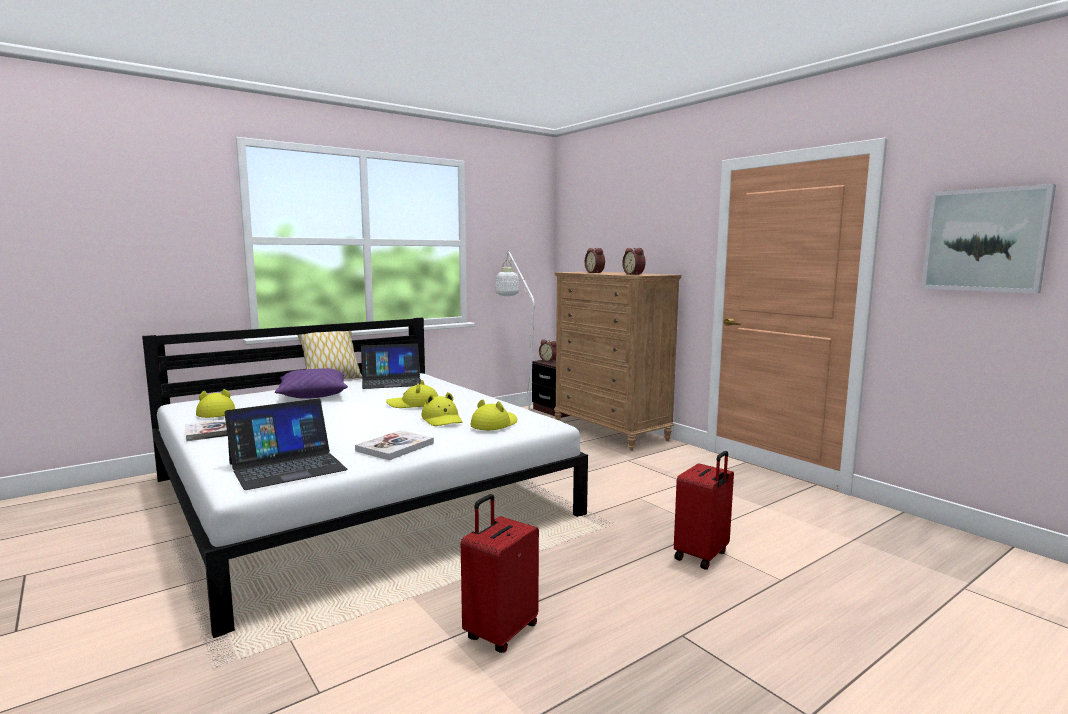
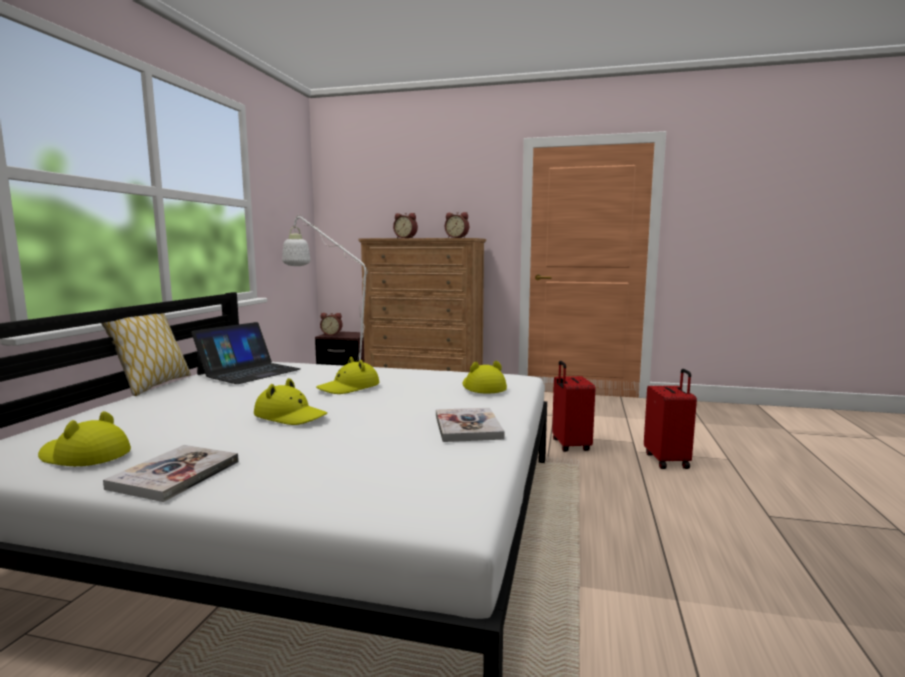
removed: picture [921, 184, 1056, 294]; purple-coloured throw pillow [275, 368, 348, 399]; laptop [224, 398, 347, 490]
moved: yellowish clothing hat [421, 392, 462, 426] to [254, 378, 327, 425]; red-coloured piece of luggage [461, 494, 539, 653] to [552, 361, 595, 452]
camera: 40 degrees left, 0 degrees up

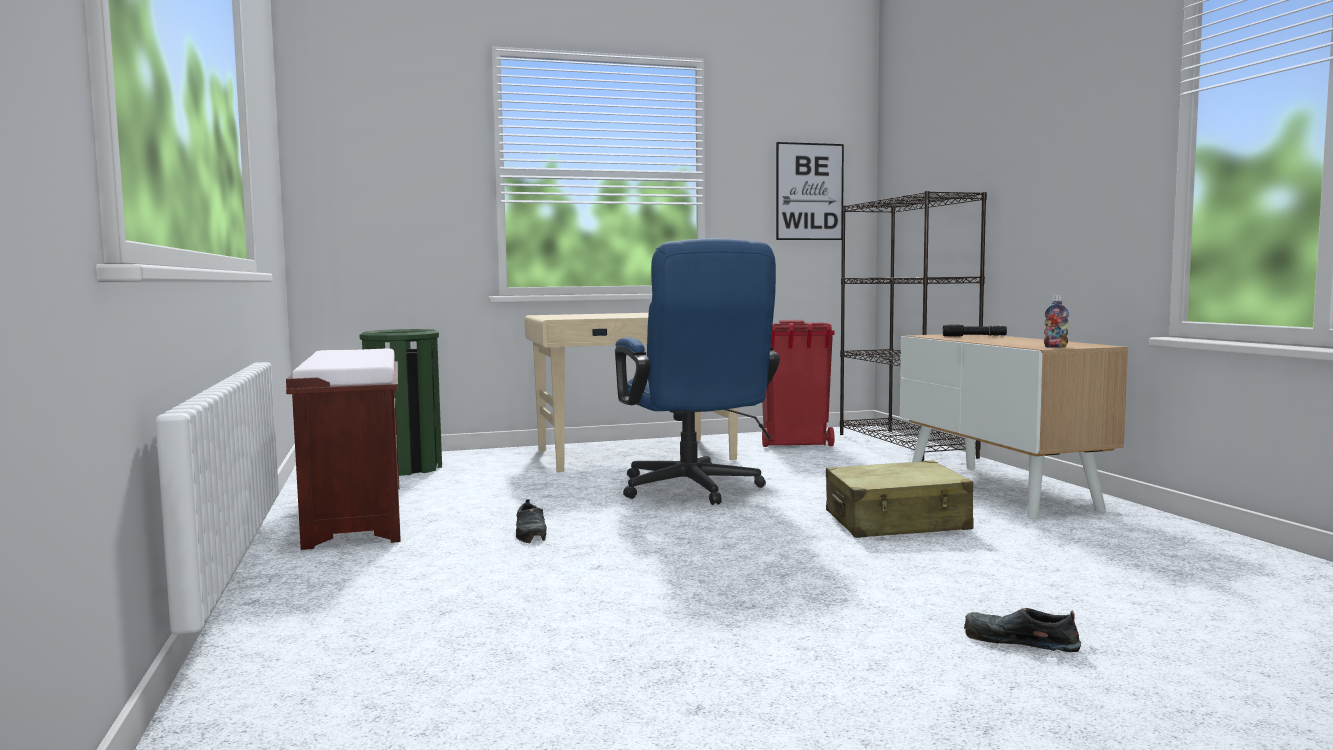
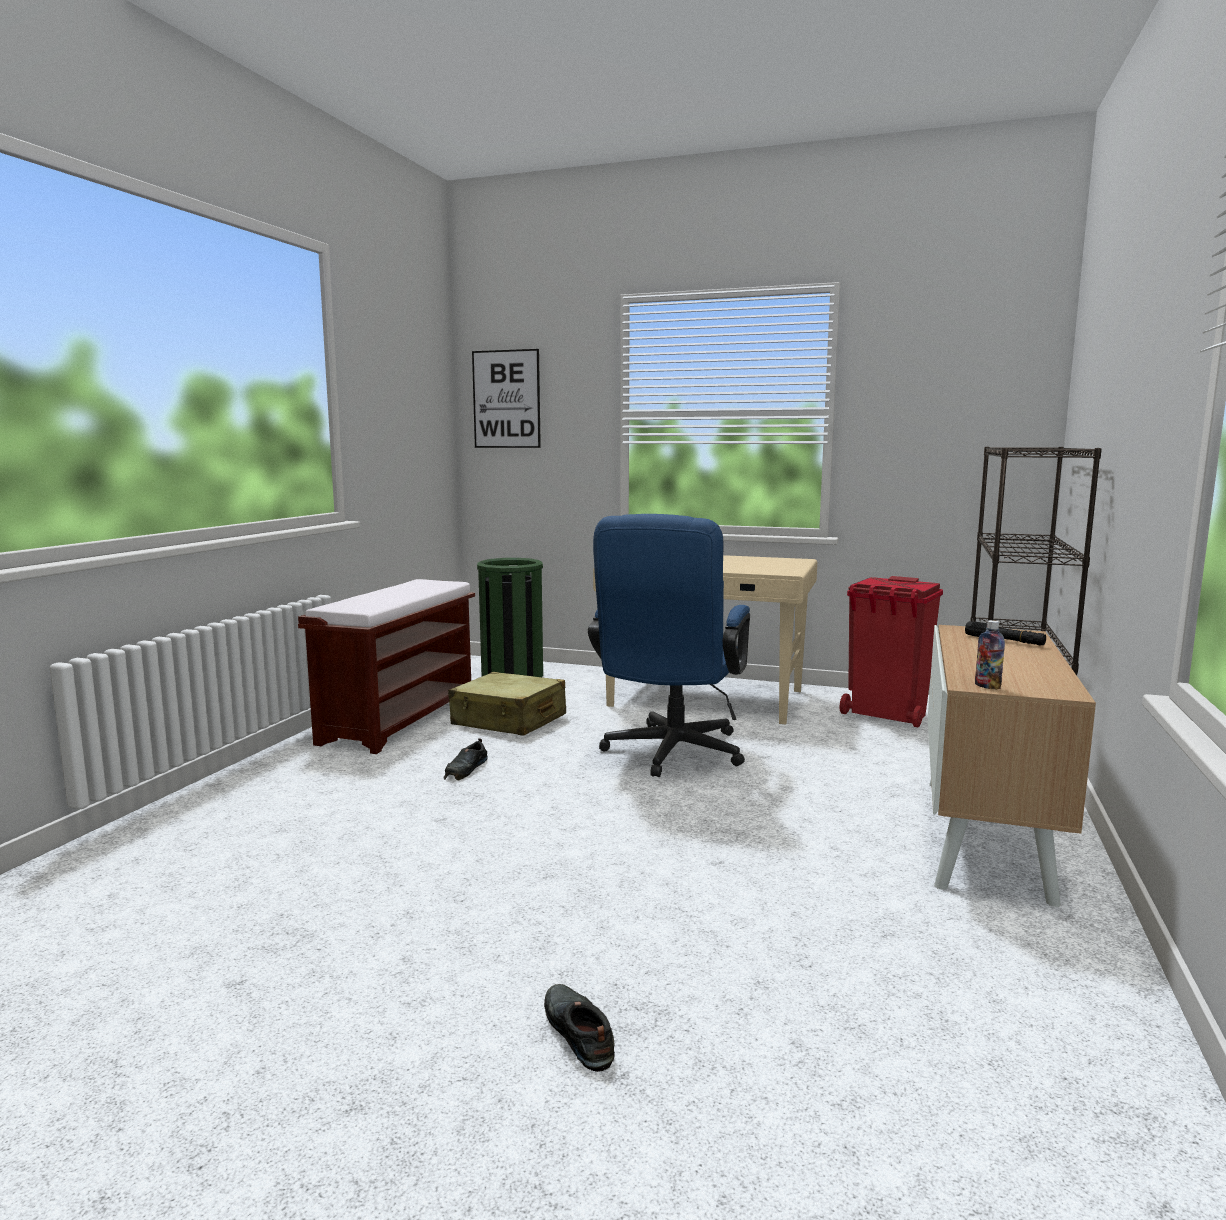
moved: picture [776, 142, 844, 240] to [472, 349, 541, 448]; beige-coloured piece of luggage [826, 461, 974, 538] to [448, 672, 566, 736]
camera: 35 degrees right, 5 degrees up

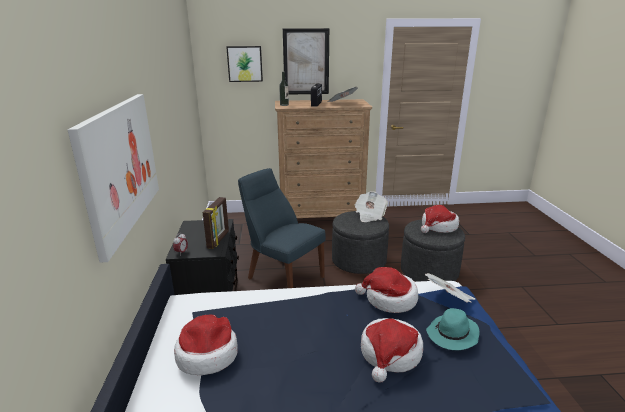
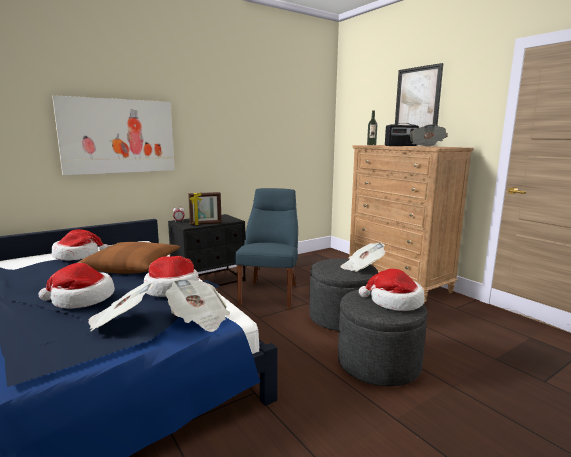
removed: picture [226, 46, 263, 82]
added: brown-coloured throw pillow [77, 242, 180, 274]
replaced: turquoise-coloured clothing hat [426, 308, 479, 350] to daily paper [89, 282, 153, 332]
camera: 60 degrees right, 10 degrees down

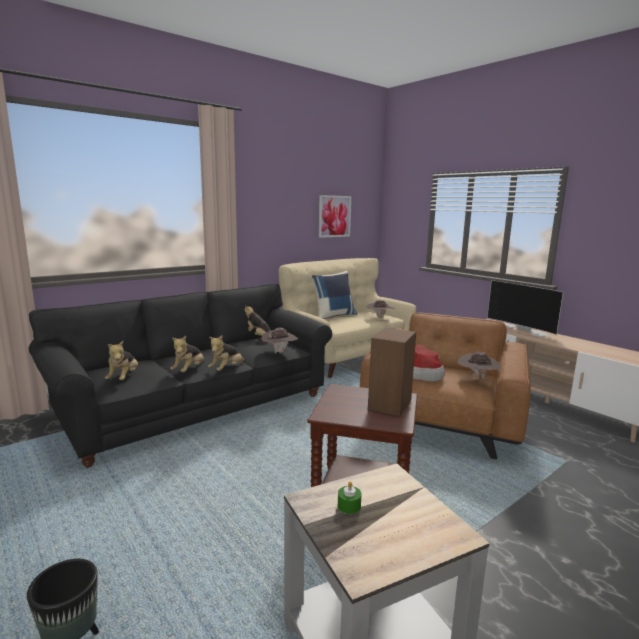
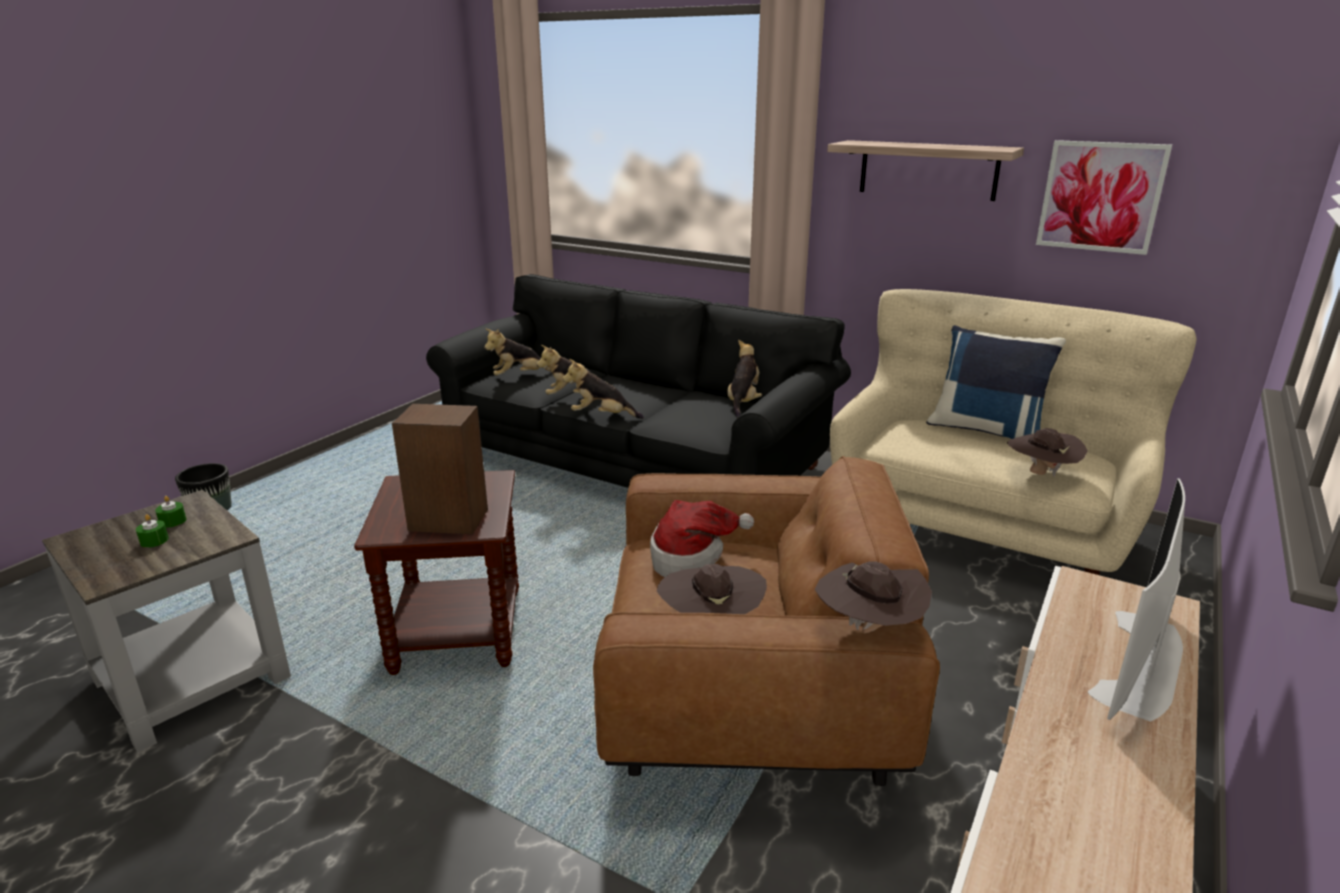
added: shelf [827, 140, 1024, 201]; greenish wax candle [136, 514, 169, 548]
moved: brown-coloured clothing hat [261, 328, 298, 354] to [815, 561, 932, 633]
camera: 70 degrees right, 10 degrees up

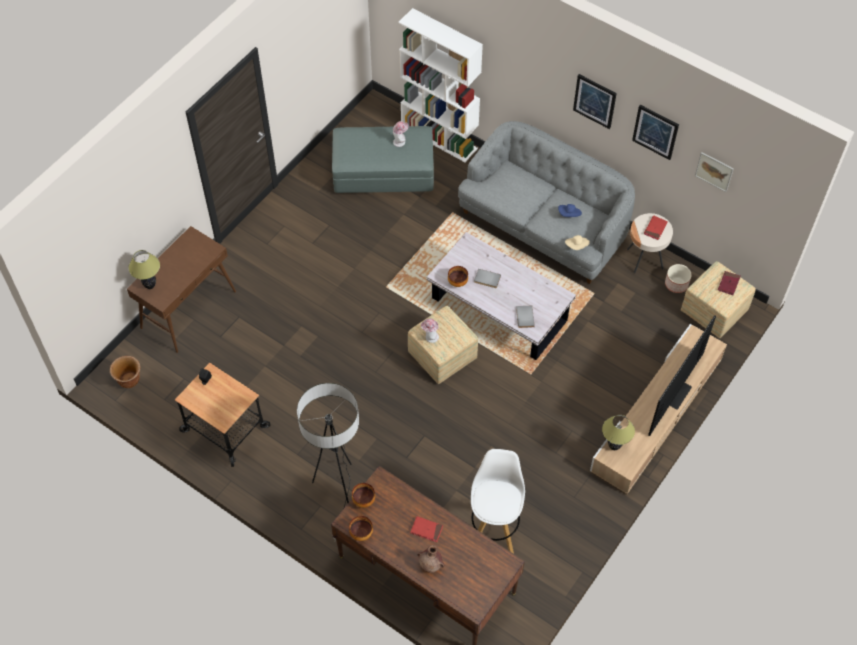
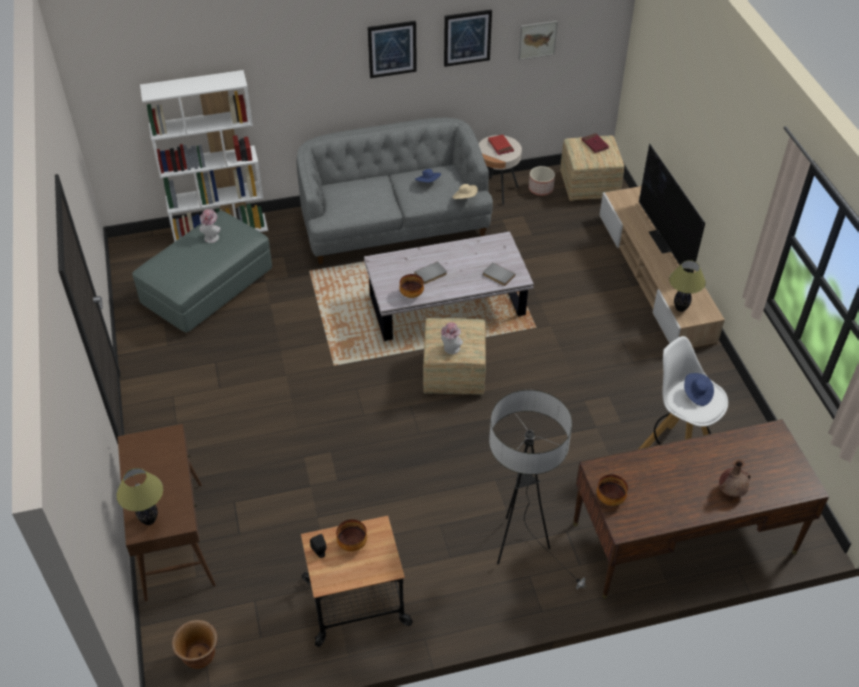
removed: red-coloured volume [410, 516, 443, 542]
added: blue-coloured clothing hat [684, 373, 714, 406]
moved: deep dish [349, 516, 373, 541] to [336, 519, 367, 552]
camera: 50 degrees left, 10 degrees down

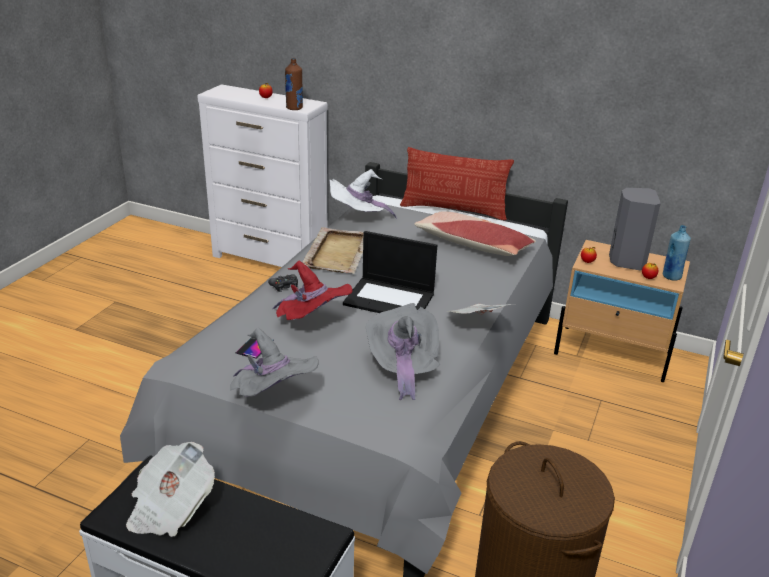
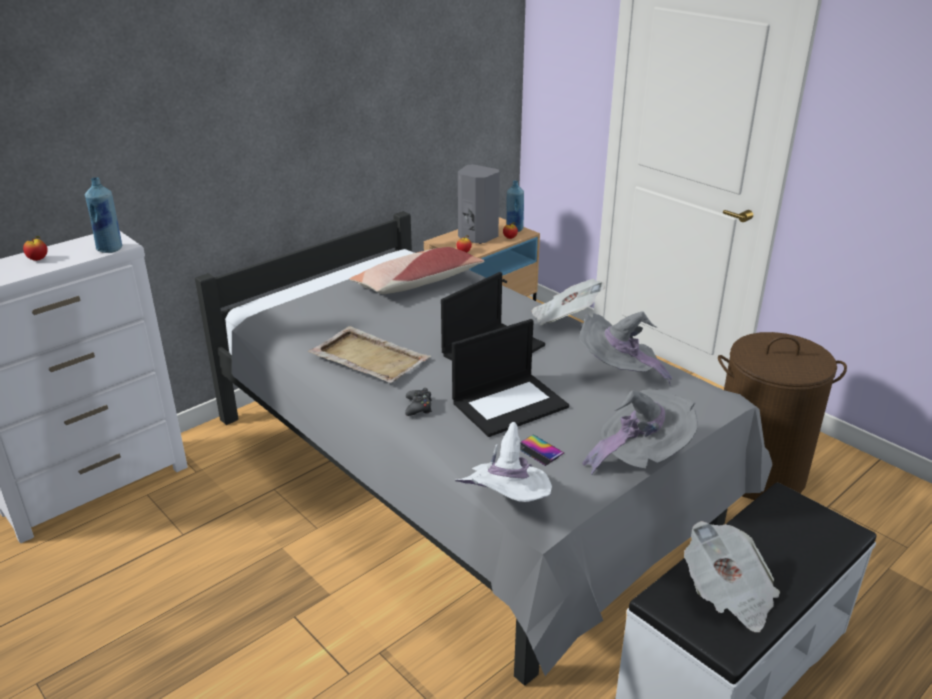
removed: throw pillow [400, 147, 514, 220]
moved: white clothing hat [329, 169, 397, 219] to [455, 422, 552, 502]
replaced: red-coloured clothing hat [272, 261, 353, 320] to laptop [452, 319, 569, 437]
recoloured: brown-coloured drink bottle [285, 58, 303, 110] to blue-coloured drink bottle [85, 177, 122, 253]
camera: 65 degrees left, 0 degrees up

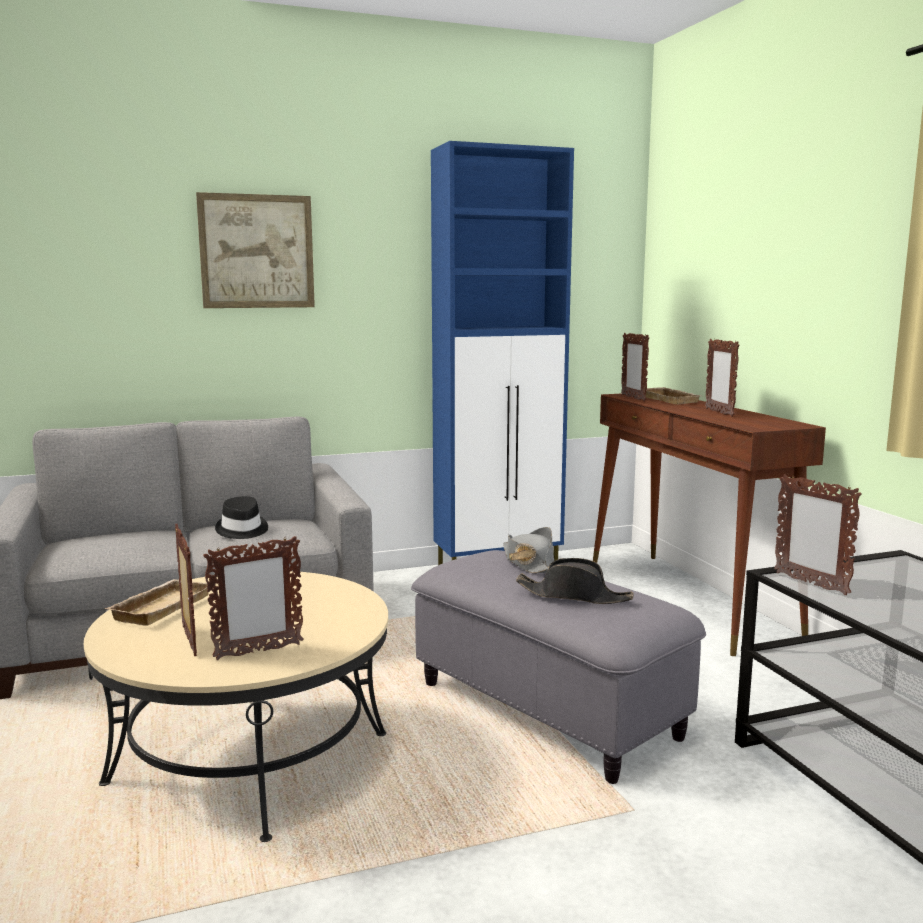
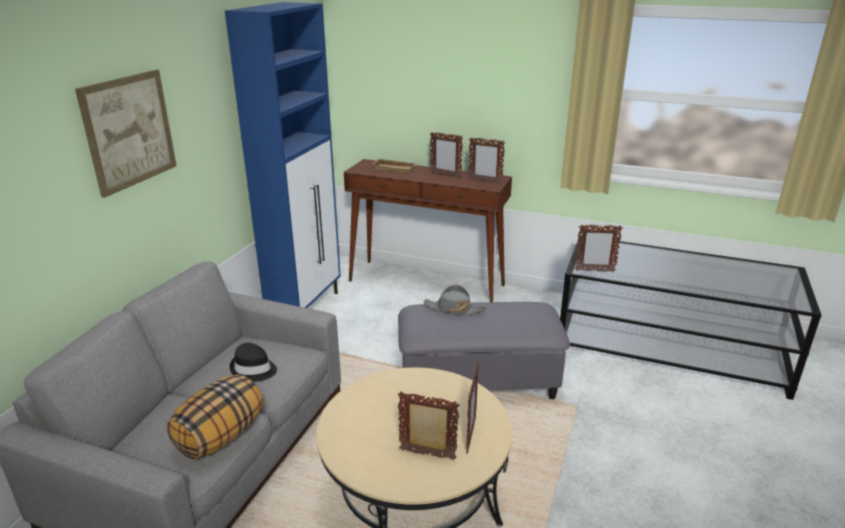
removed: black-coloured clothing hat [516, 558, 634, 604]; beige-coloured serving tray [104, 579, 209, 626]
added: throw pillow [166, 374, 263, 459]
moved: photo frame [621, 333, 649, 401] to [469, 137, 505, 184]
camera: 50 degrees left, 15 degrees up

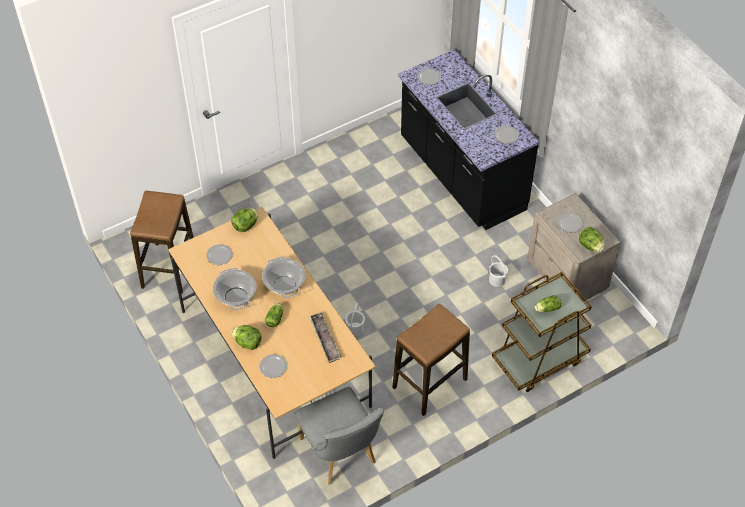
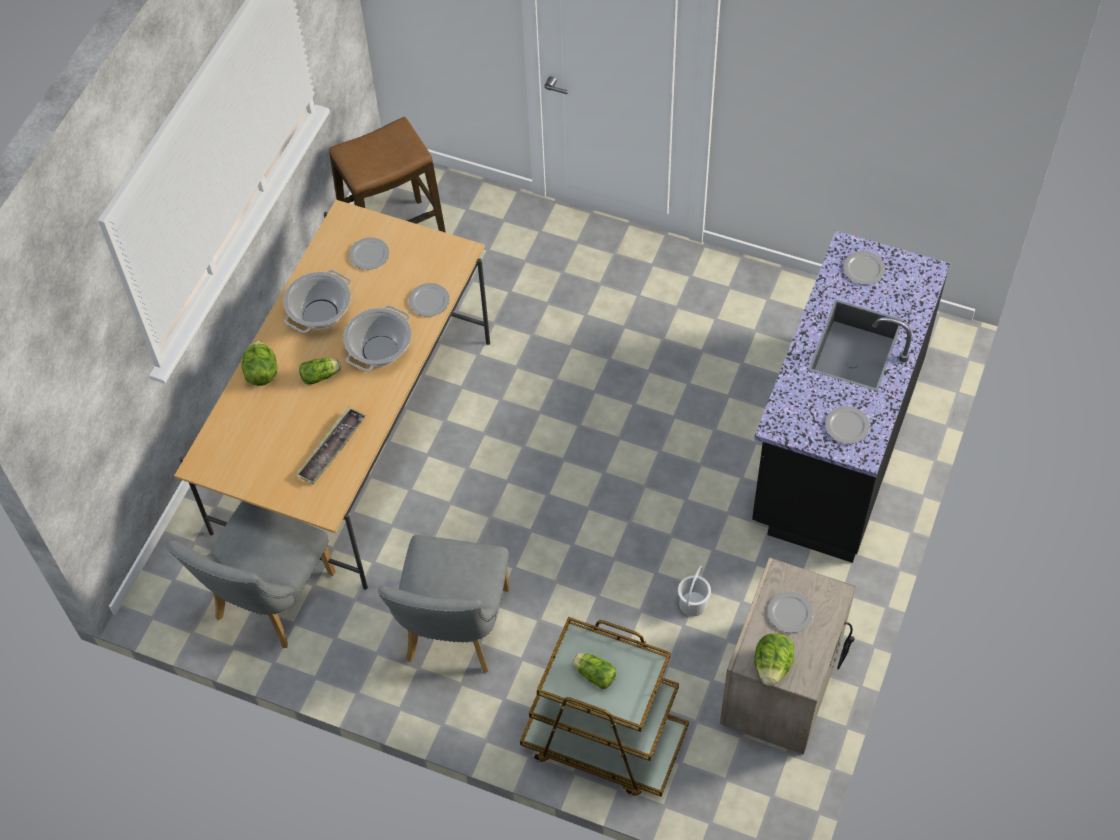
removed: head of lettuce [231, 208, 258, 232]; white bucket [345, 303, 365, 336]
moved: flat dish [259, 354, 287, 378] to [409, 283, 450, 317]
replaced: stool [392, 304, 470, 416] to grey chair [378, 535, 509, 673]
camera: 55 degrees right, 5 degrees up

